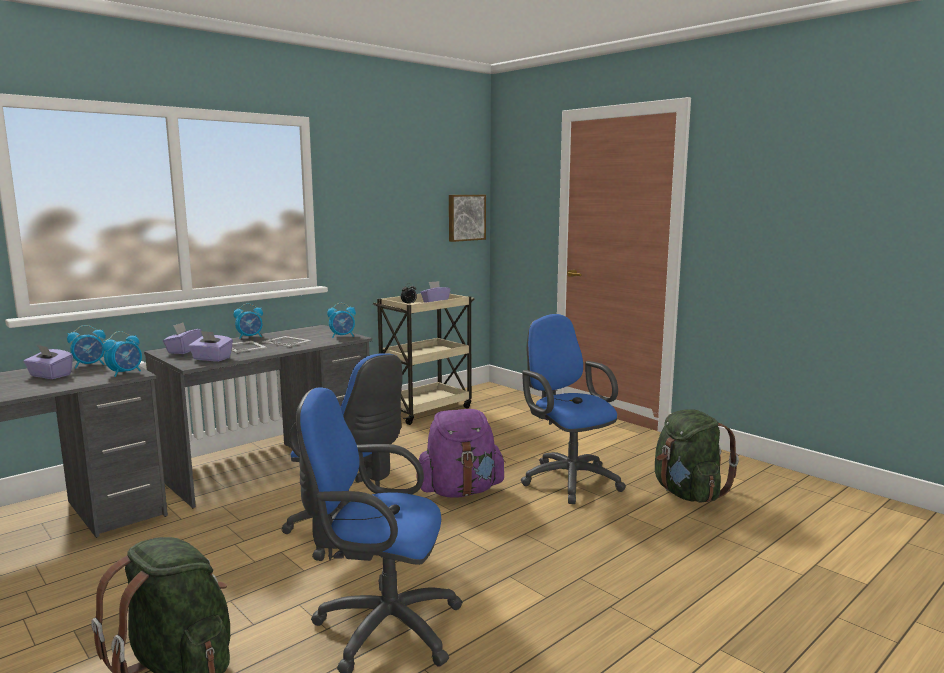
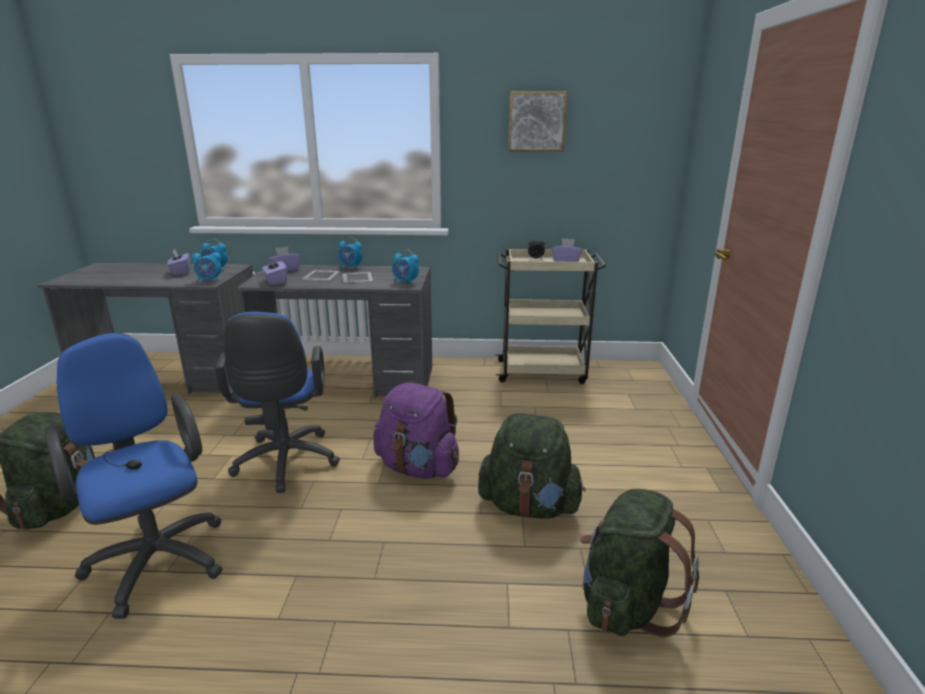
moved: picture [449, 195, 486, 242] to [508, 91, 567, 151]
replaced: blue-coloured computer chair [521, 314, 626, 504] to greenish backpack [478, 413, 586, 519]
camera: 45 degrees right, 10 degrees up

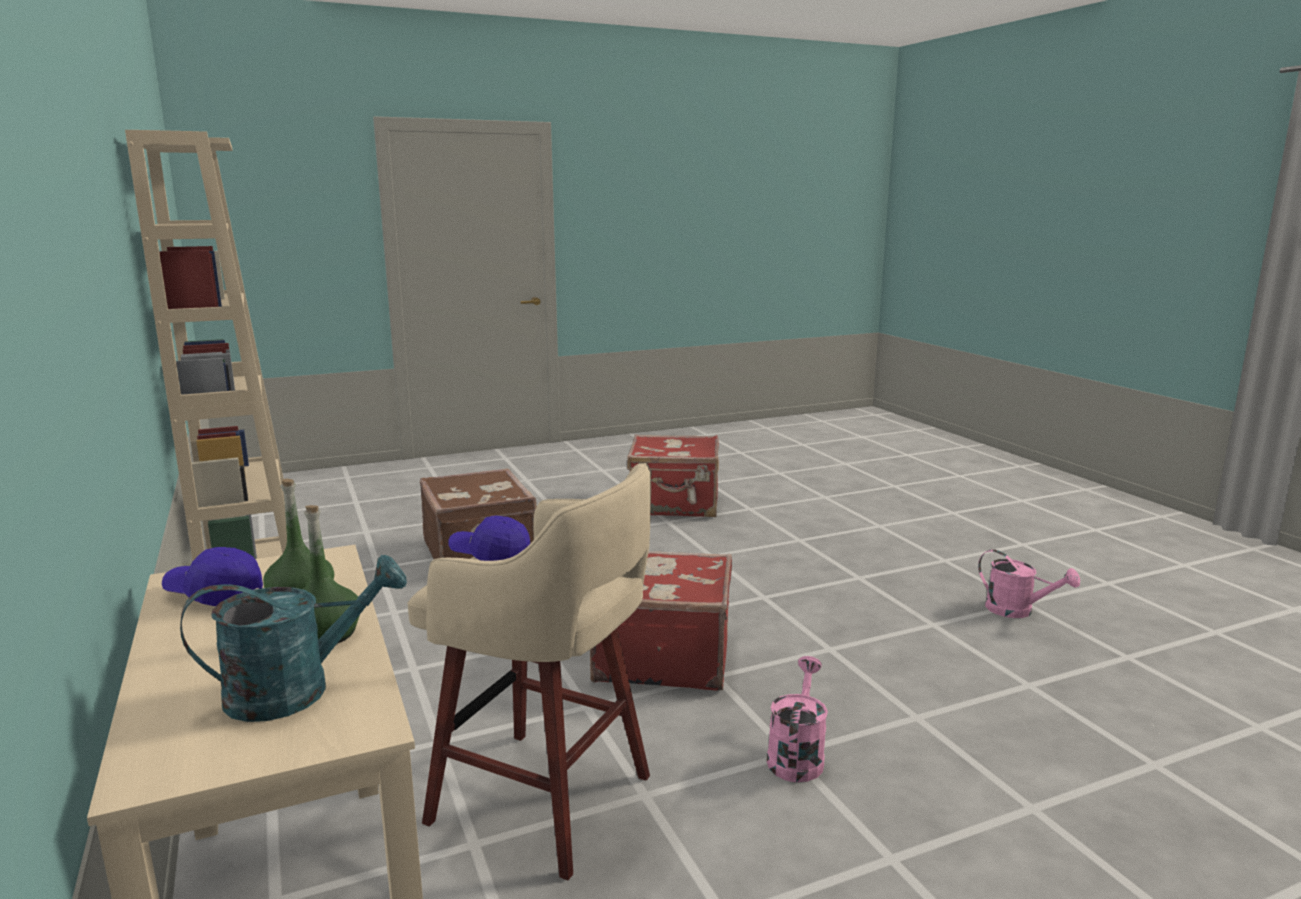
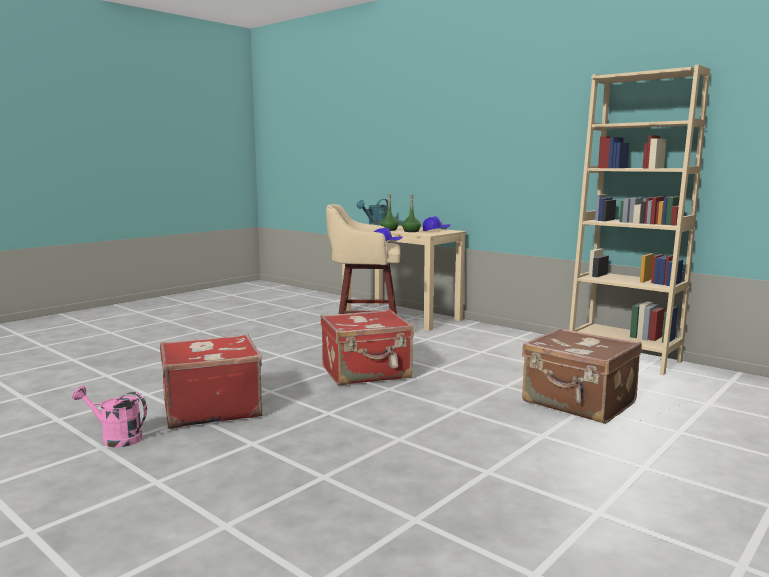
removed: pink-coloured watering can [767, 656, 828, 782]
moved: red-coloured piece of luggage [627, 434, 719, 517] to [160, 334, 262, 429]
camera: 155 degrees right, 5 degrees down

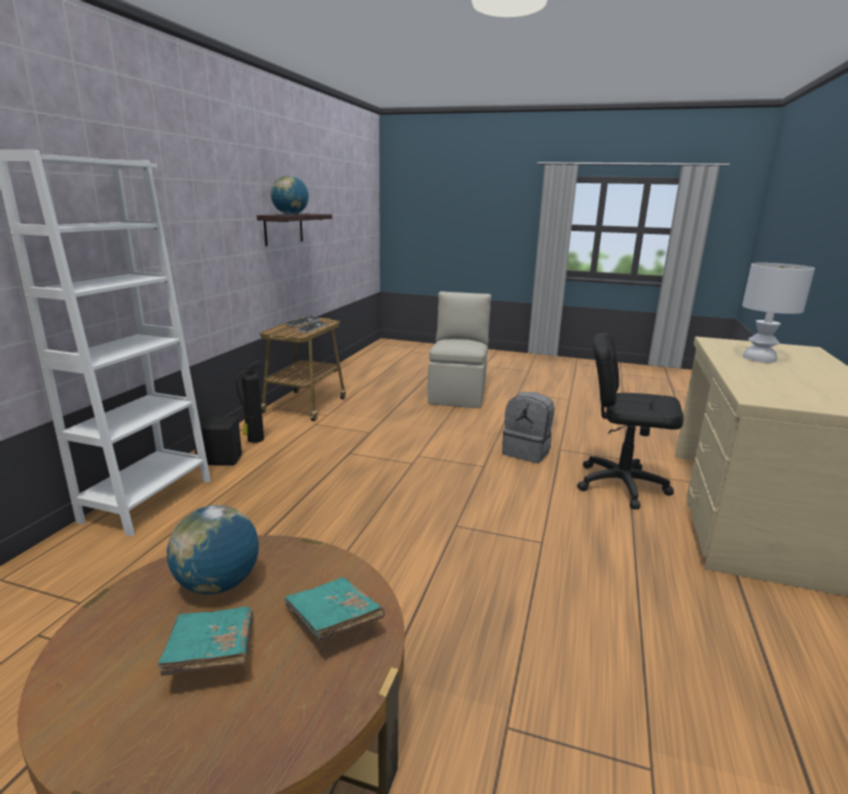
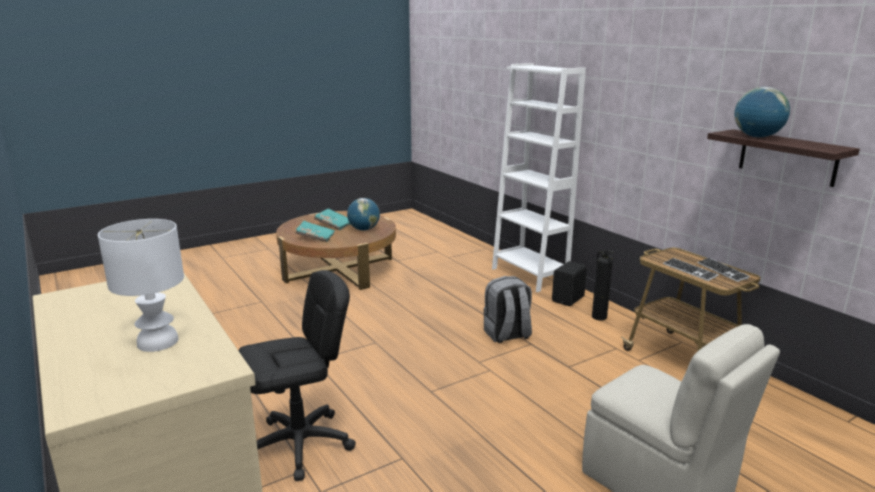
moved: grey backpack [502, 392, 554, 463] to [483, 276, 532, 343]
camera: 130 degrees right, 0 degrees up

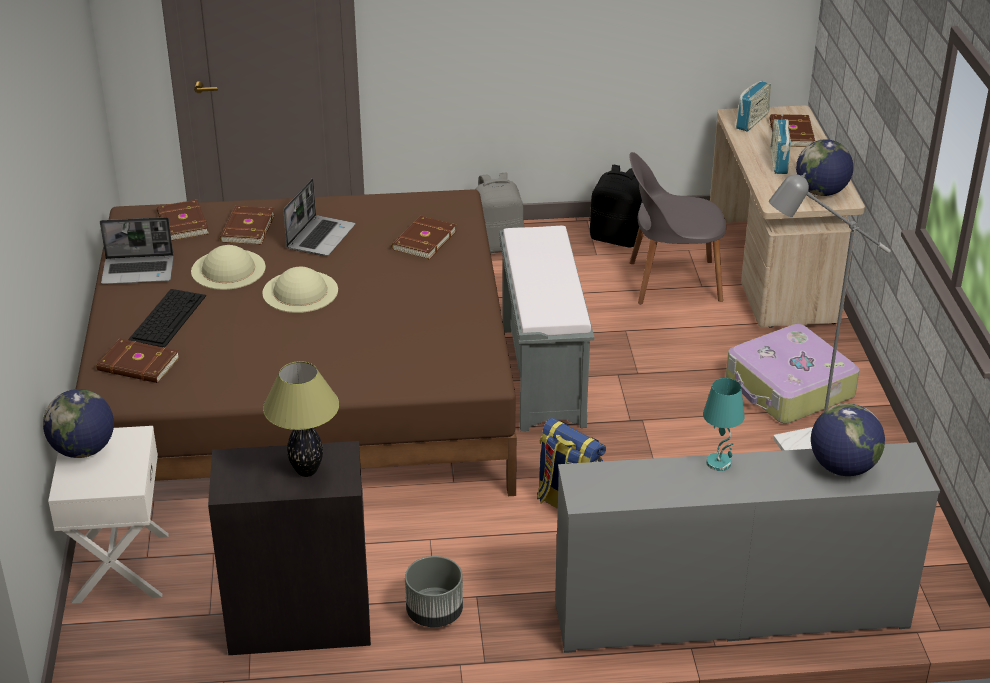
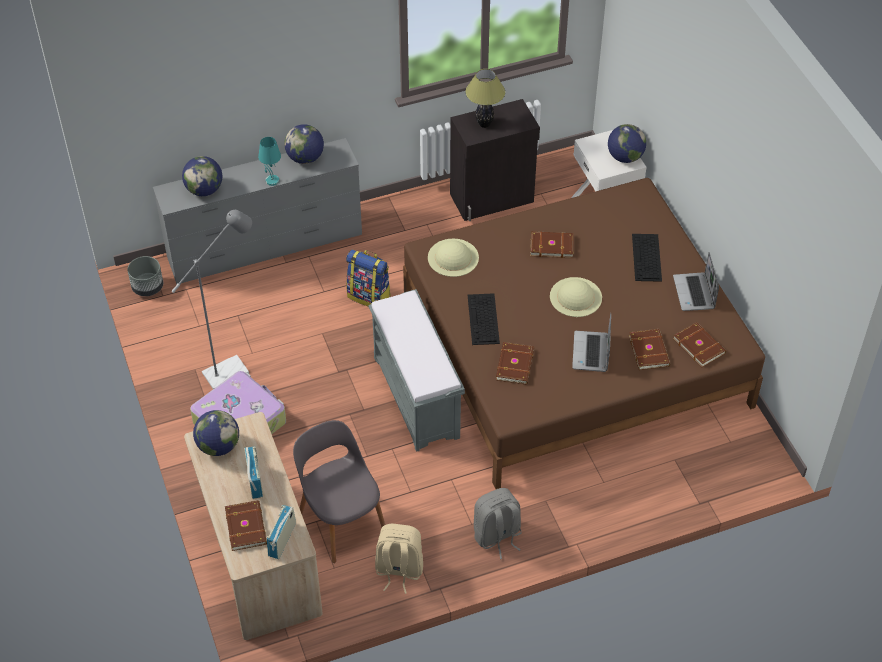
added: desk globe [285, 124, 324, 164]; PC keyboard [468, 293, 500, 345]
moved: beige-coloured clothing hat [191, 245, 266, 290] to [428, 239, 479, 277]; brown-coloured volume [96, 339, 180, 383] to [530, 231, 573, 258]; grey planter [405, 556, 463, 627] to [127, 256, 163, 296]
recoloured: black-coloured backpack [590, 165, 642, 247] to beige-coloured backpack [375, 524, 423, 594]
turned: grey chair [629, 152, 726, 304] = [293, 420, 385, 563] 105 degrees counterclockwise; laptop [100, 217, 174, 284] = [673, 252, 719, 311] 75 degrees counterclockwise
camera: 165 degrees right, 15 degrees up

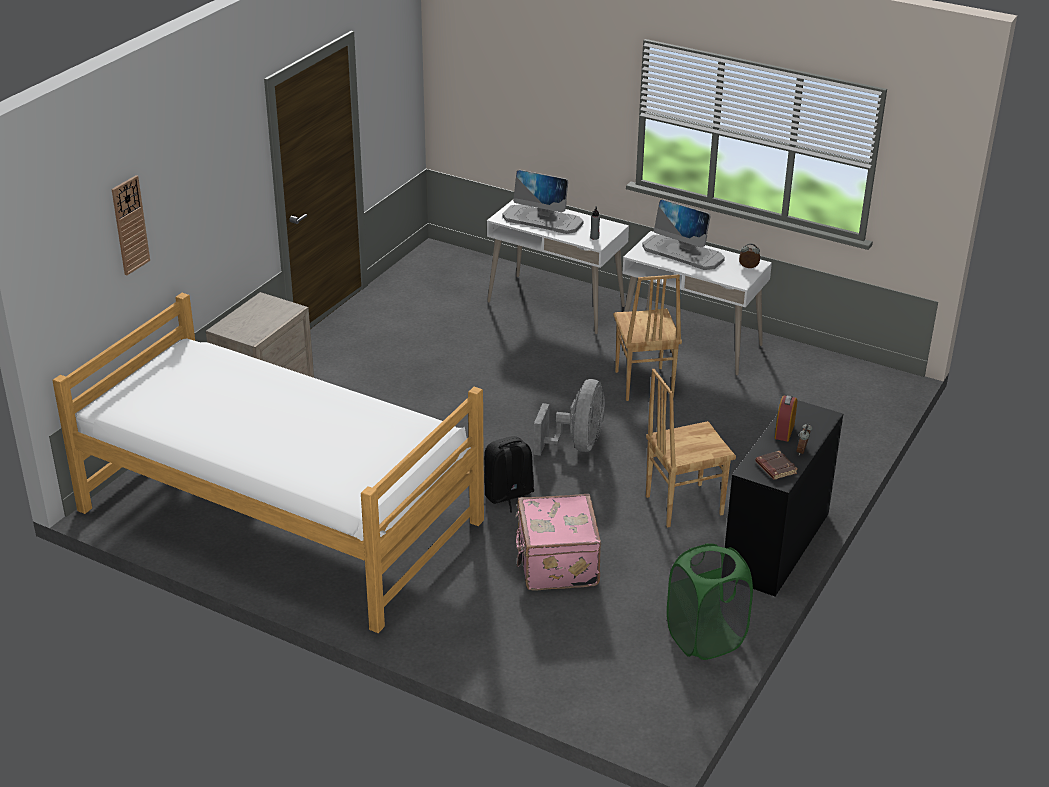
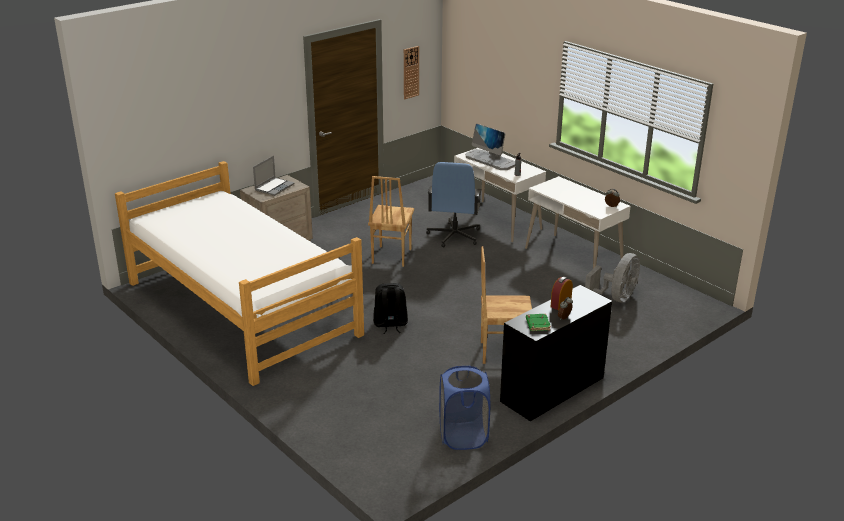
removed: monitor [642, 199, 725, 270]; pink-coloured piece of luggage [515, 494, 601, 590]
added: laptop [253, 156, 294, 196]; blue-coloured computer chair [426, 162, 482, 248]
moved: wall clock [112, 175, 150, 275] to [404, 46, 419, 99]; brown-coloured chair [613, 274, 682, 401] to [368, 176, 414, 267]; grey electric fan [533, 379, 605, 456] to [585, 253, 640, 302]
recoloured: brown-coloured volume [756, 451, 798, 480] to greenish volume [526, 314, 551, 331]; greenish hamper [667, 543, 753, 660] to blue-coloured hamper [439, 365, 490, 450]
camera: 20 degrees right, 5 degrees down

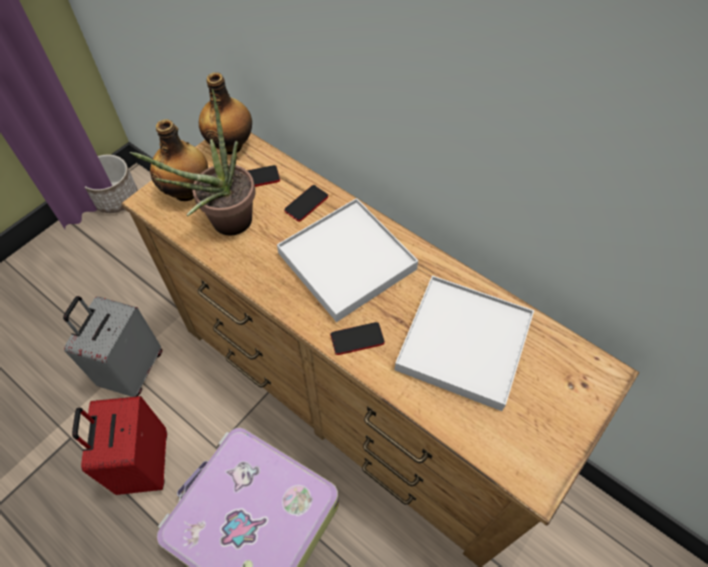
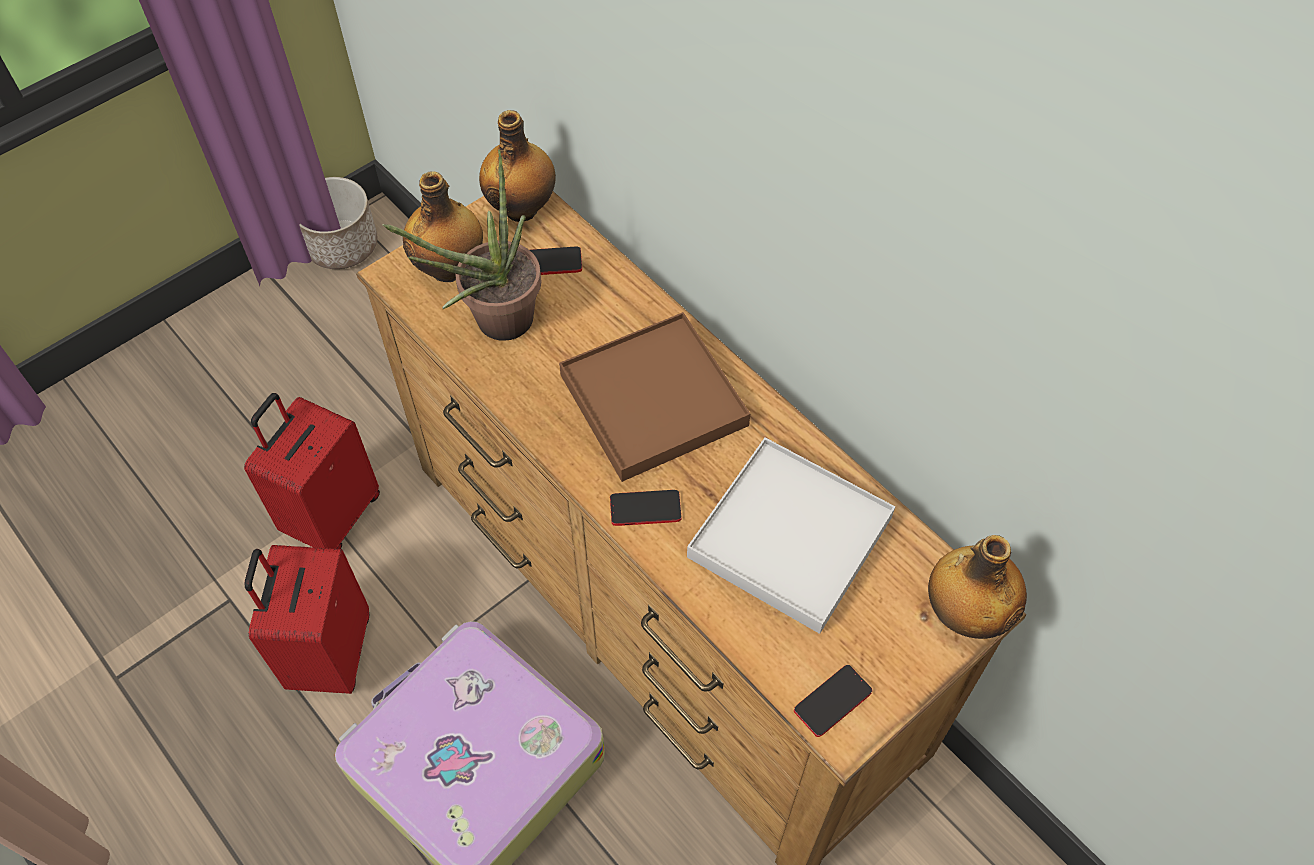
added: drink bottle [928, 535, 1027, 639]
moved: telephone [284, 185, 328, 222] to [794, 665, 872, 737]
recoloured: white serving tray [277, 198, 418, 322] to brown-coloured serving tray [559, 312, 750, 482]; grey piece of luggage [63, 296, 162, 397] to red-coloured piece of luggage [244, 393, 380, 549]
camera: 10 degrees right, 0 degrees up

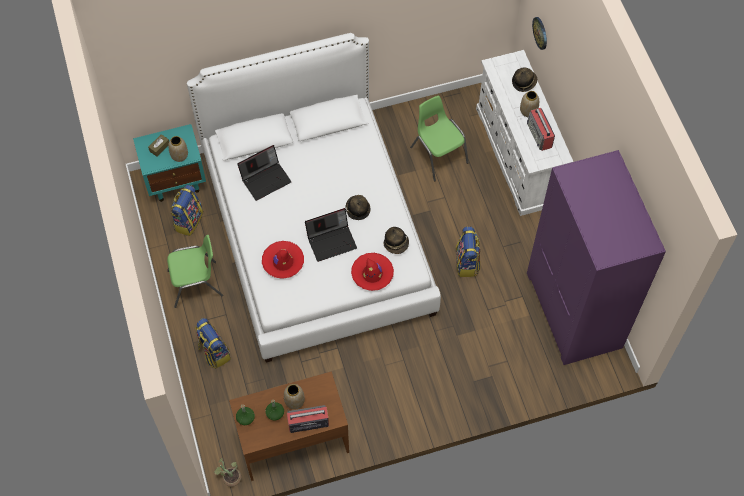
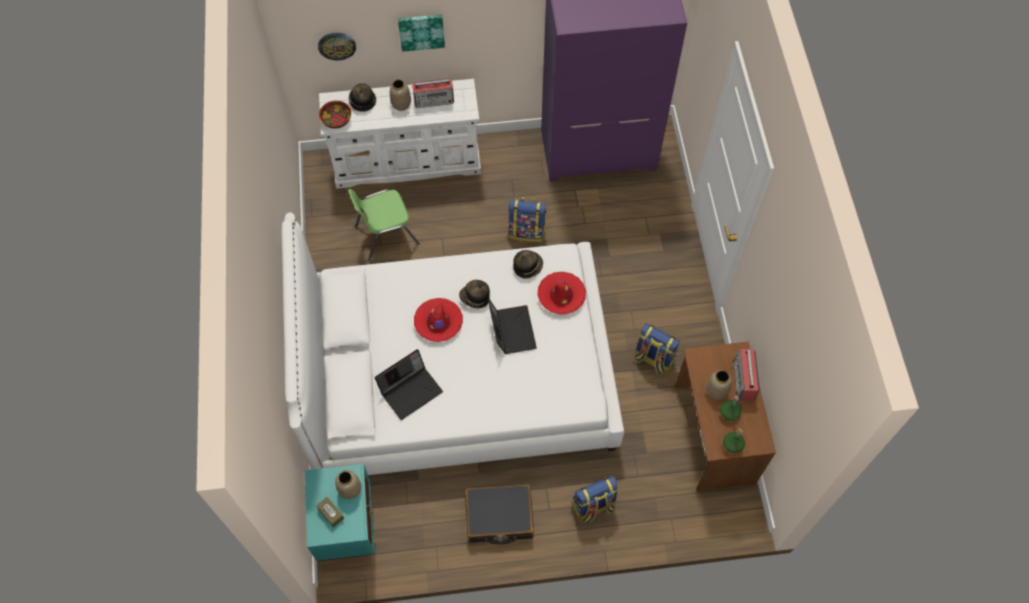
removed: potted plant [214, 458, 242, 487]
added: picture [398, 14, 445, 52]; deep dish [319, 100, 351, 129]
moved: backpack [171, 185, 203, 236] to [634, 323, 680, 374]; red-coloured clothing hat [262, 241, 304, 279] to [414, 298, 463, 342]
replaced: greenish chair [167, 235, 223, 308] to black-coloured piece of luggage [465, 484, 534, 544]
turned: laptop [237, 145, 291, 201] = [375, 349, 443, 420] 75 degrees clockwise
camera: 80 degrees left, 0 degrees up

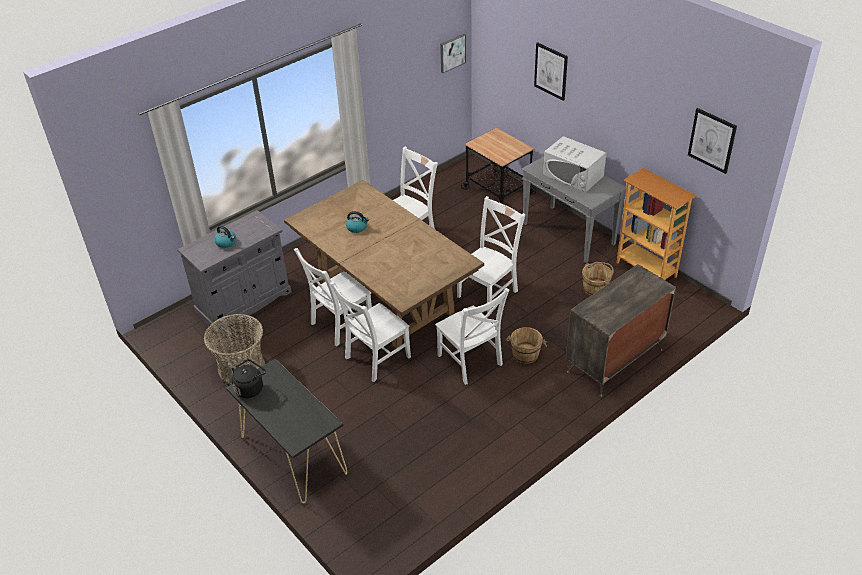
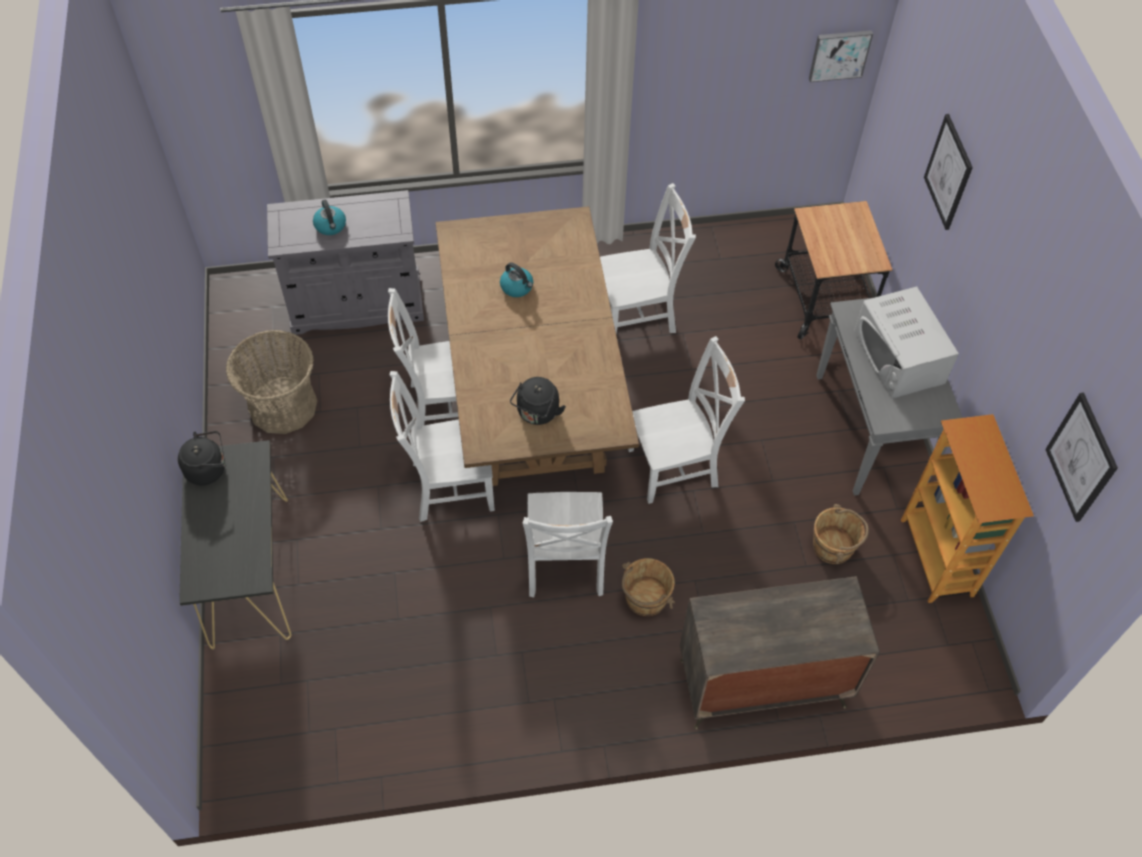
added: black-coloured kettle [510, 377, 566, 425]
camera: 30 degrees right, 15 degrees up

